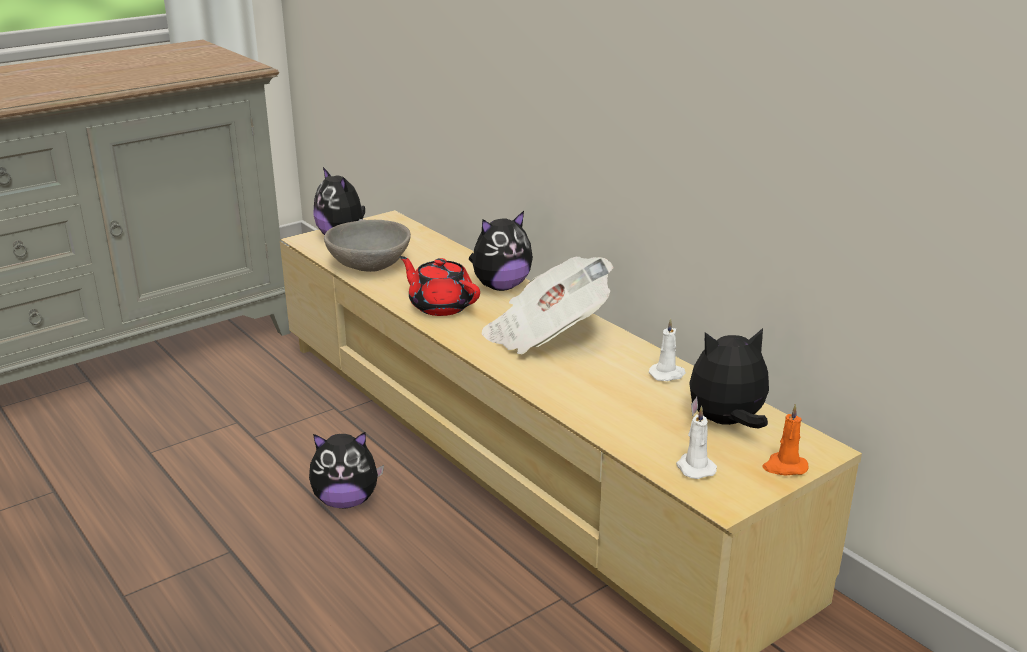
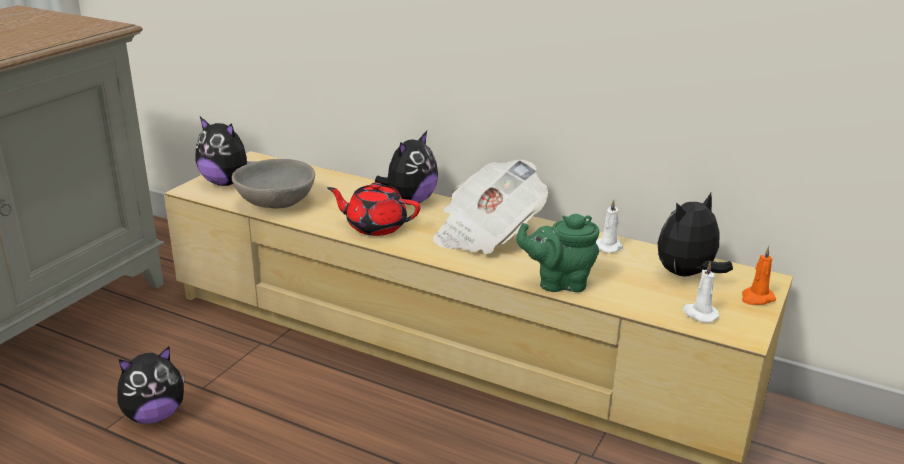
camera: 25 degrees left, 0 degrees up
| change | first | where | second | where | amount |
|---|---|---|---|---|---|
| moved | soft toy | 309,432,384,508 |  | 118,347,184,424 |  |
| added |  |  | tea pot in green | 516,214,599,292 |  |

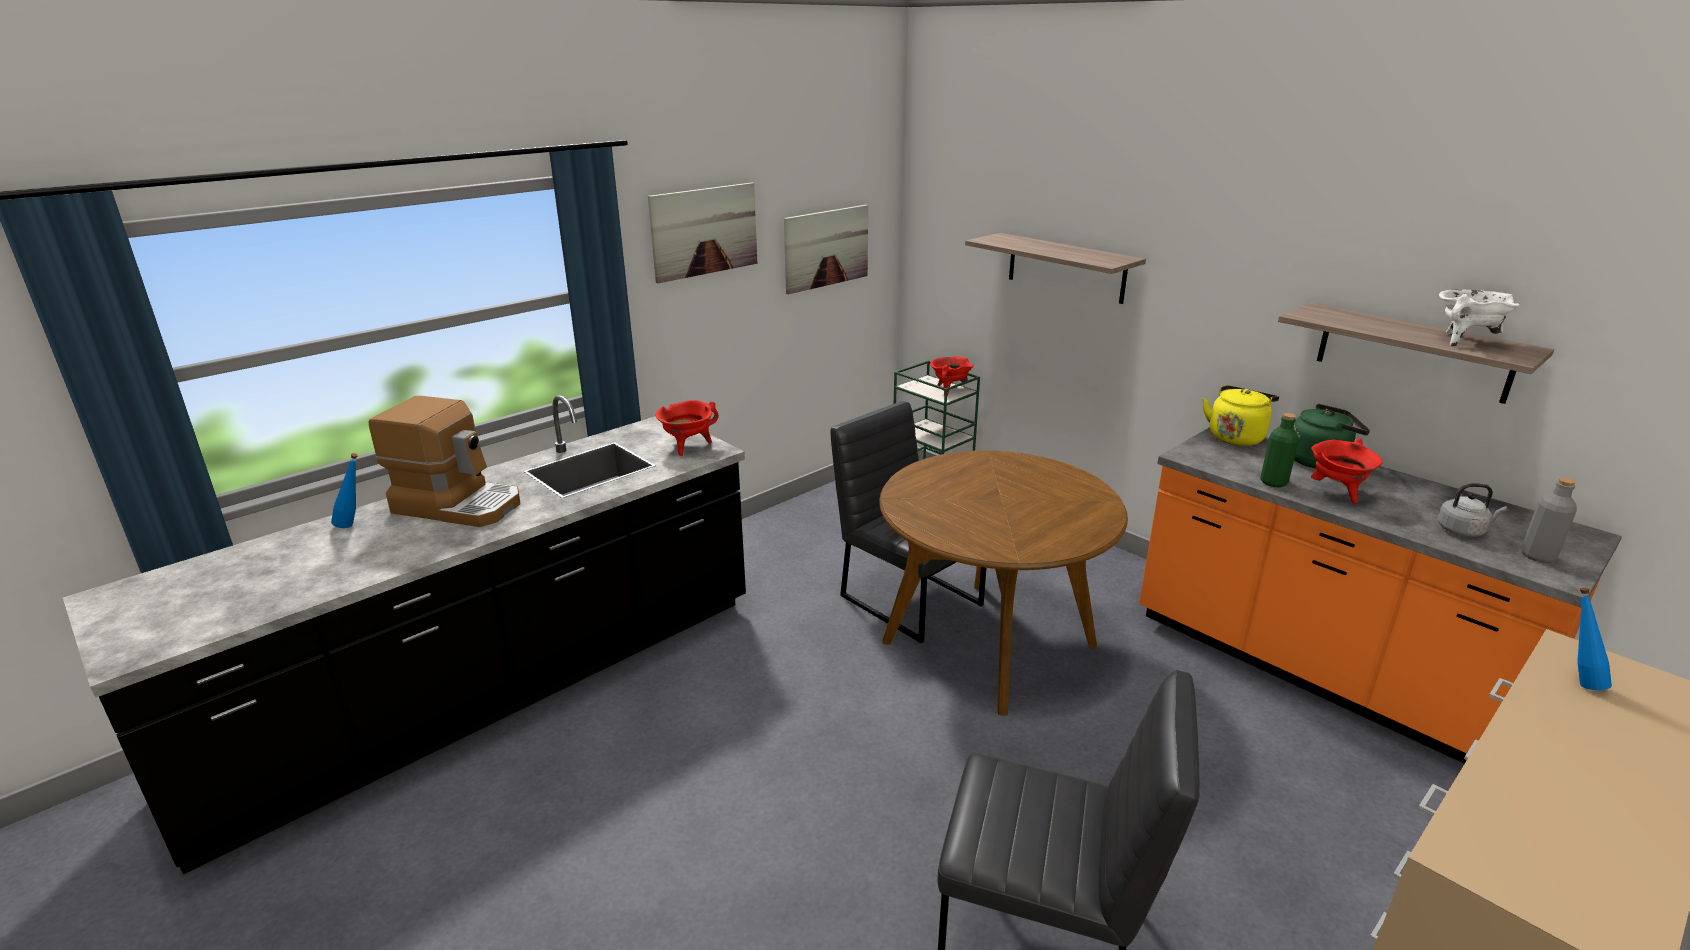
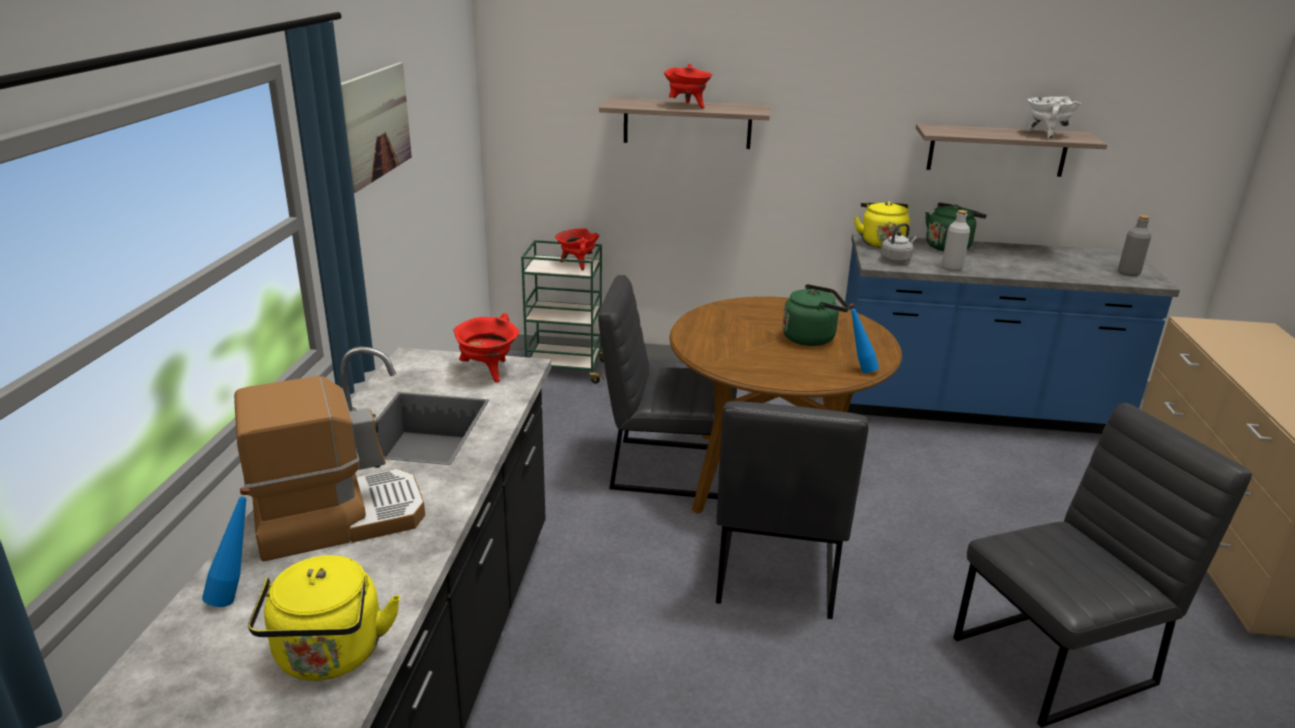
camera: 40 degrees left, 0 degrees up
| change | first | where | second | where | amount |
|---|---|---|---|---|---|
| removed | wall art | 784,205,868,294 |  |  |  |
| recoloured | kitchen base unit in orange | 1139,427,1622,764 | kitchen base unit in blue-coloured | 845,234,1180,434 |  |
| recoloured | bottle in green | 1260,413,1299,487 | bottle in gray | 942,210,970,271 |  |
| moved | saucepot in red-coloured | 1311,438,1383,504 |  | 664,64,712,109 |  |
| moved | water kettle in gray | 1438,483,1507,537 |  | 881,223,917,263 |  |
| moved | bottle in blue-coloured | 1577,588,1612,690 |  | 849,303,879,373 |  |
| added |  |  | water kettle in yellowish | 248,555,400,681 |  |
| added |  |  | plain chair in gray | 716,401,868,619 |  |
| added |  |  | water kettle in green | 782,284,849,346 |  |

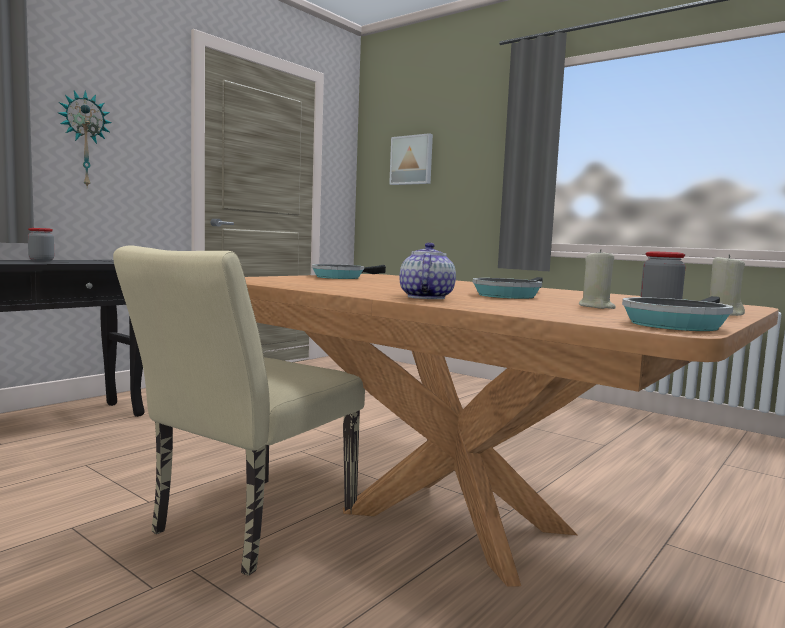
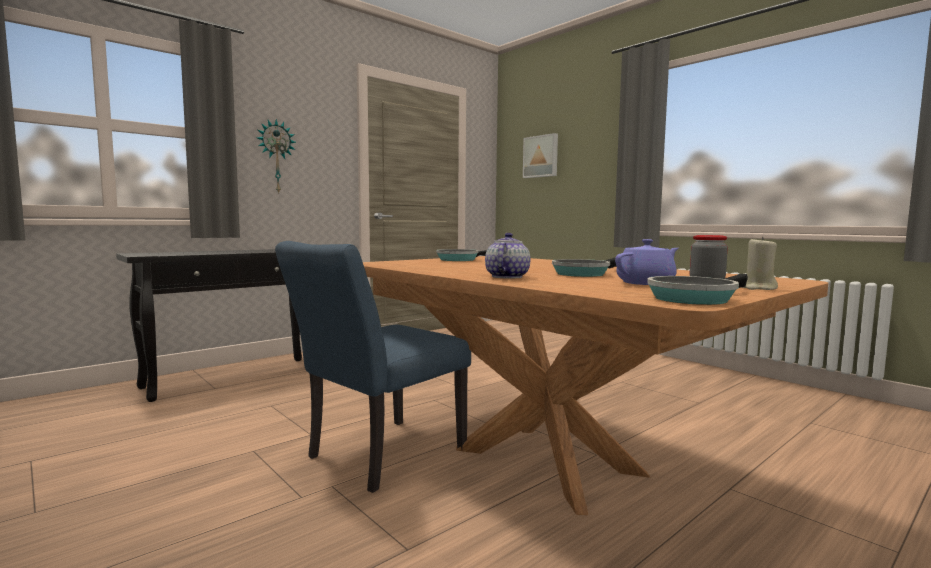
camera: 10 degrees right, 0 degrees up
| change | first | where | second | where | amount |
|---|---|---|---|---|---|
| removed | preserve jar | 28,228,54,262 |  |  |  |
| recoloured | plain chair in beige-coloured | 113,245,365,576 | plain chair in blue-coloured | 275,241,471,493 |  |
| replaced | wax light in beige-coloured | 579,249,616,309 | tea pot in purple | 615,239,678,285 |  |

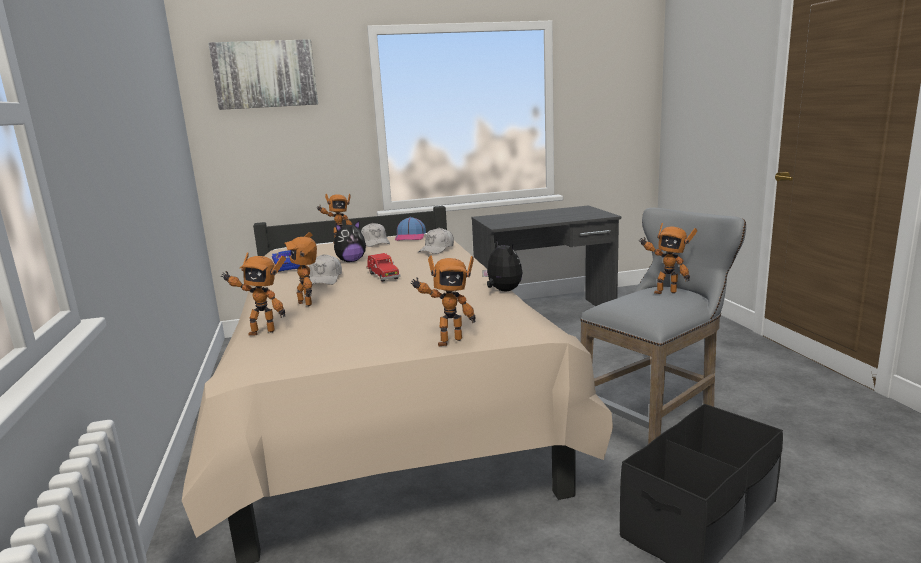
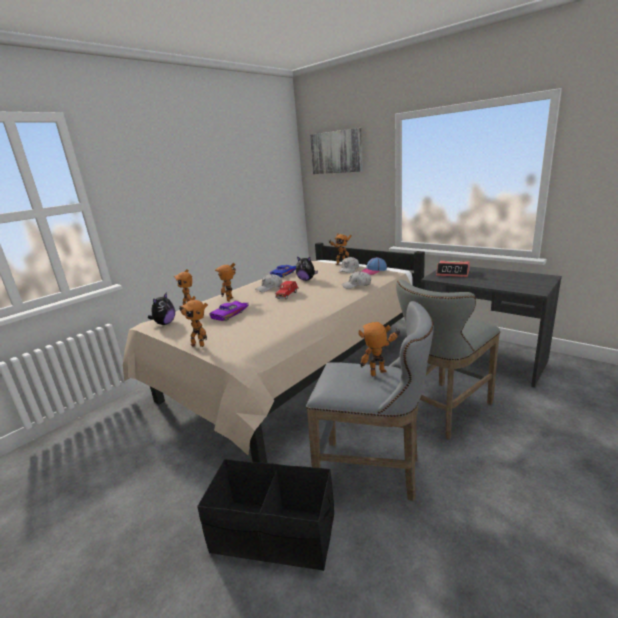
camera: 55 degrees right, 5 degrees up
| change | first | where | second | where | amount |
|---|---|---|---|---|---|
| moved | soft toy | 482,239,522,291 |  | 148,292,175,325 |  |
| turned | model robot | 639,223,697,294 |  | 358,322,401,377 | 90 degrees clockwise |
| added |  |  | model car in purple | 209,301,249,321 |  |
| added |  |  | stool in gray | 396,279,500,439 |  |
| added |  |  | table clock | 436,261,470,277 |  |

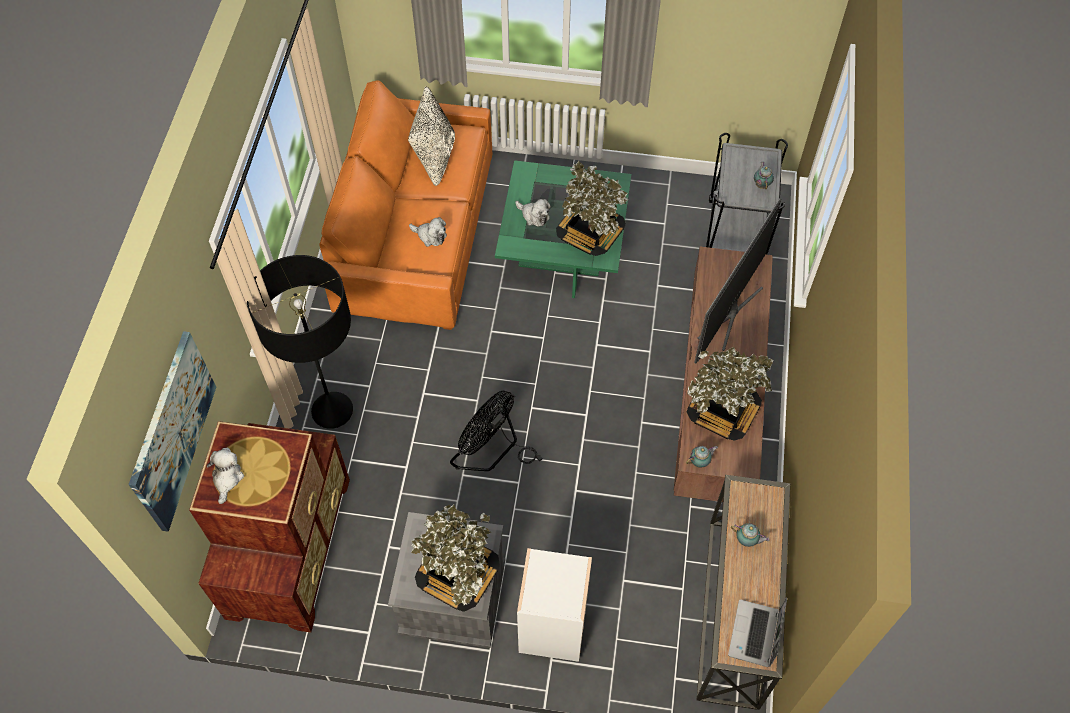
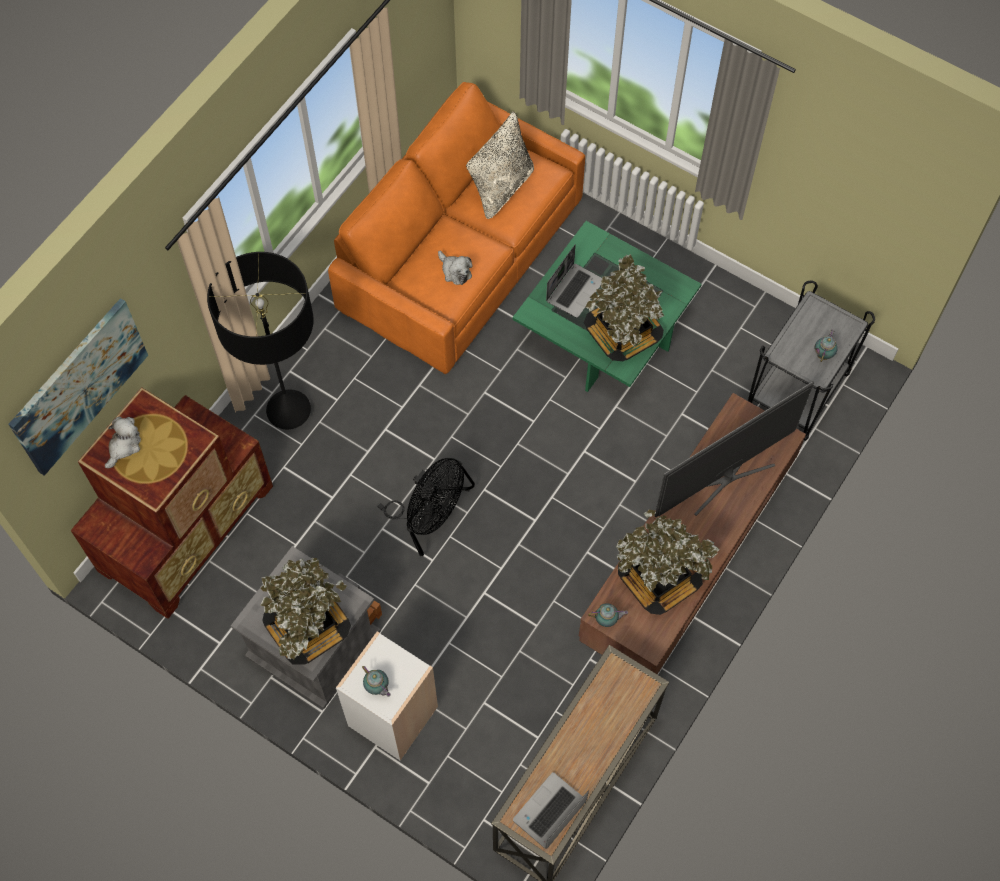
camera: 25 degrees right, 5 degrees up
| change | first | where | second | where | amount |
|---|---|---|---|---|---|
| turned | electric fan in blackish | 450,391,543,471 |  | 377,458,475,556 | 150 degrees clockwise |
| replaced | soft toy | 515,199,551,227 | portable computer | 546,245,602,318 |  |
| moved | tea pot | 731,523,769,547 |  | 362,666,391,697 |  |

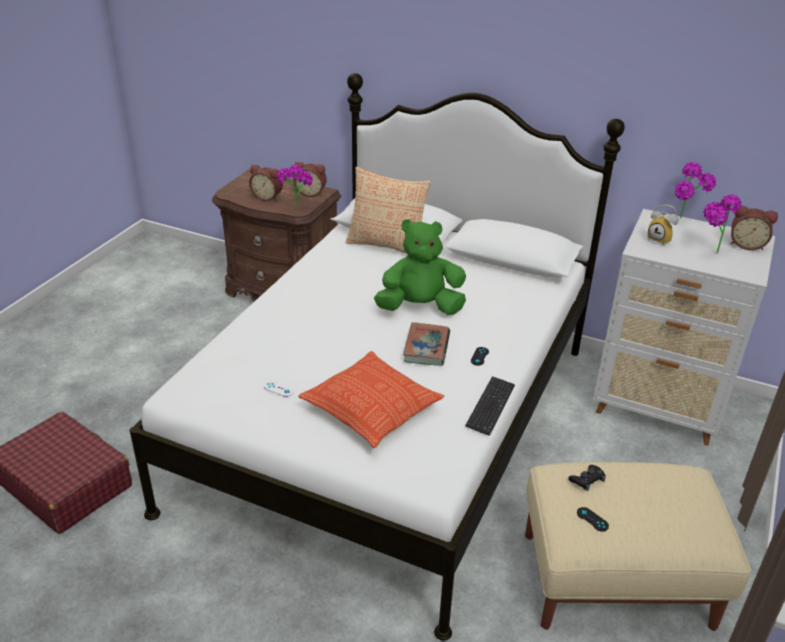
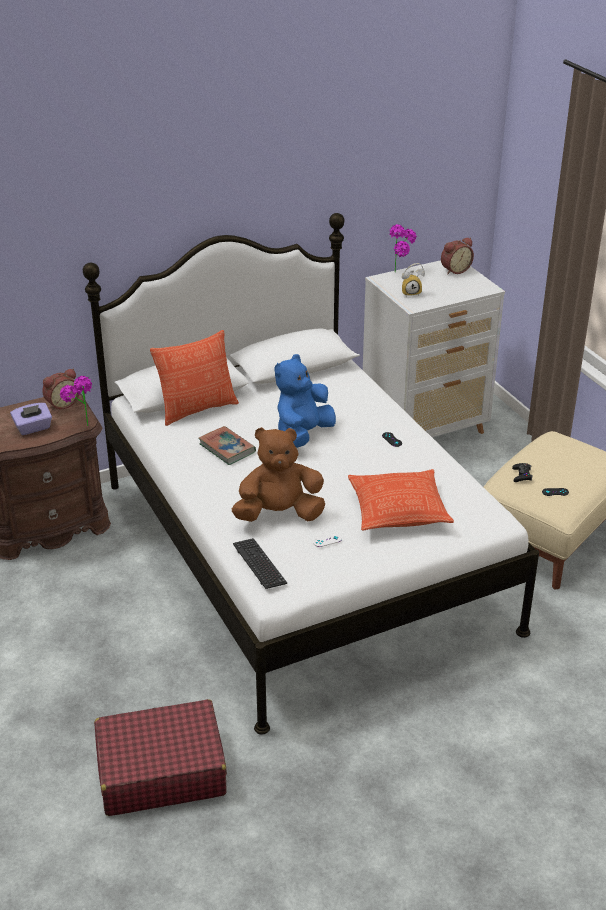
camera: 50 degrees left, 0 degrees up
| change | first | where | second | where | amount |
|---|---|---|---|---|---|
| replaced | table clock | 249,165,283,201 | tissue box in purple | 10,403,52,435 |  |
| recoloured | pillow in beige-coloured | 346,166,431,254 | pillow in orange | 150,330,239,426 |  |
| recoloured | soft toy in green | 374,219,466,315 | soft toy in blue-coloured | 274,354,336,448 |  |
| moved | bound book | 403,322,450,366 |  | 198,426,256,465 |  |
| moved | computer keyboard | 465,376,515,436 |  | 233,538,287,589 |  |
| removed | potted plant | 704,195,742,254 |  |  |  |
| added |  |  | soft toy in brown | 232,427,325,522 |  |

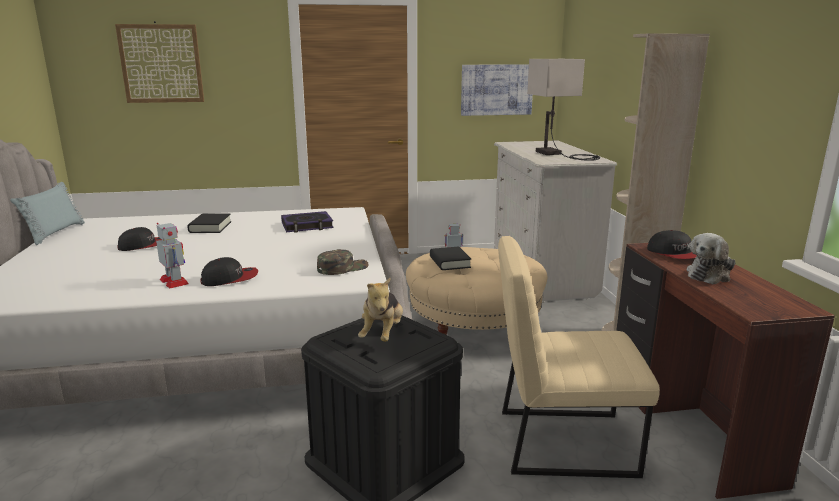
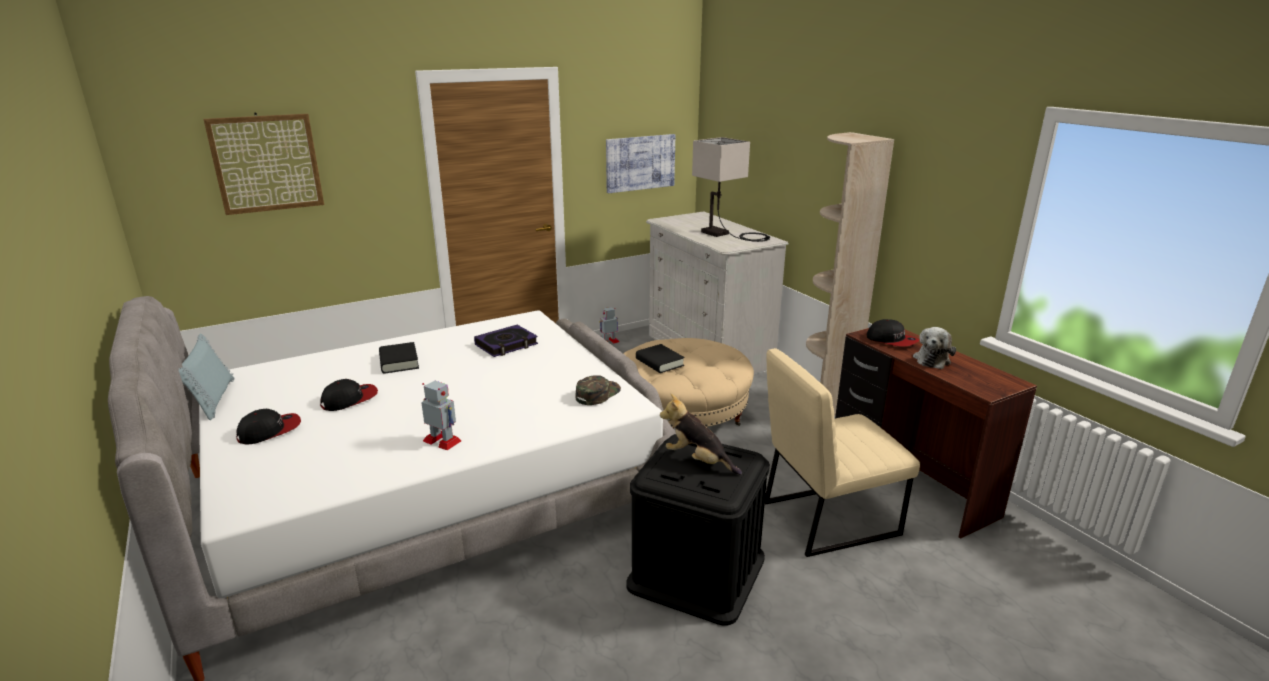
camera: 20 degrees left, 5 degrees up
| change | first | where | second | where | amount |
|---|---|---|---|---|---|
| moved | cap | 200,257,258,286 |  | 236,409,301,445 |  |
| turned | soft toy | 358,278,403,342 |  | 660,394,742,475 | 135 degrees clockwise |

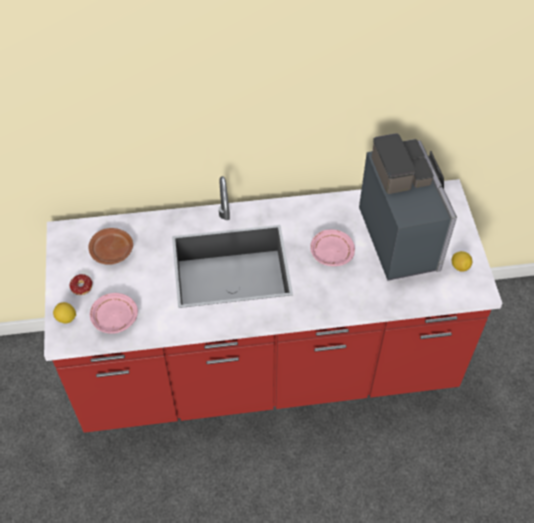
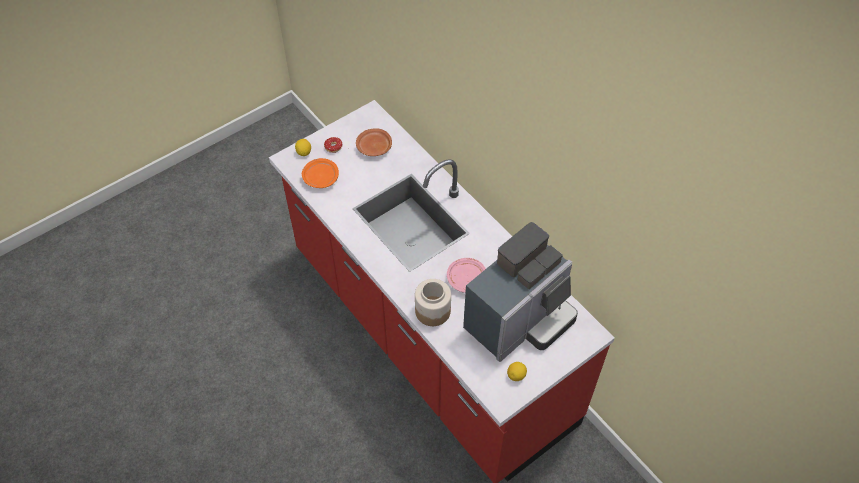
camera: 60 degrees right, 0 degrees up
| change | first | where | second | where | amount |
|---|---|---|---|---|---|
| recoloured | flat dish in pink | 90,293,138,334 | flat dish in orange | 302,158,339,188 |  |
| added |  |  | preserve jar | 415,279,451,326 |  |

